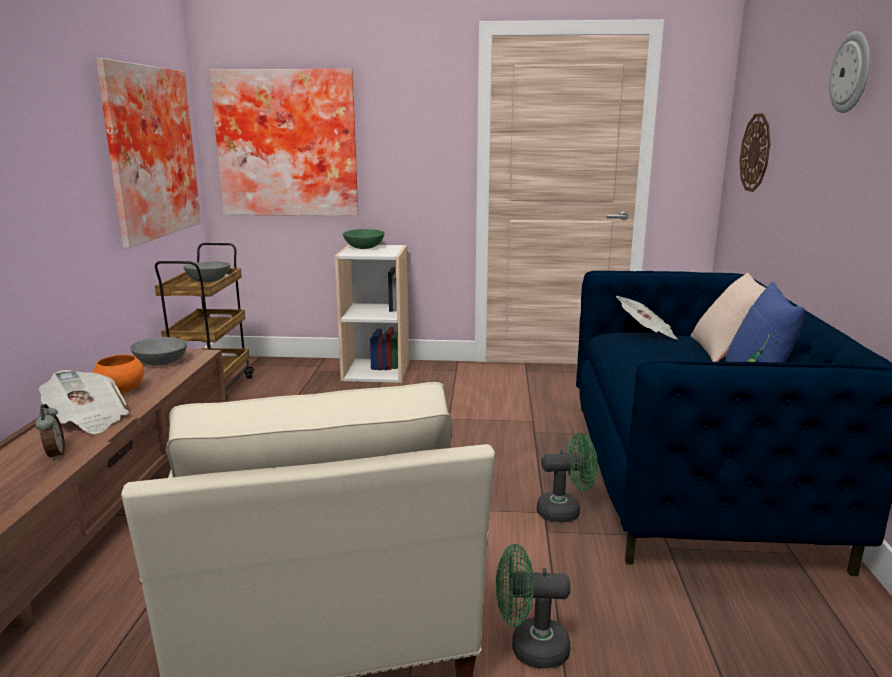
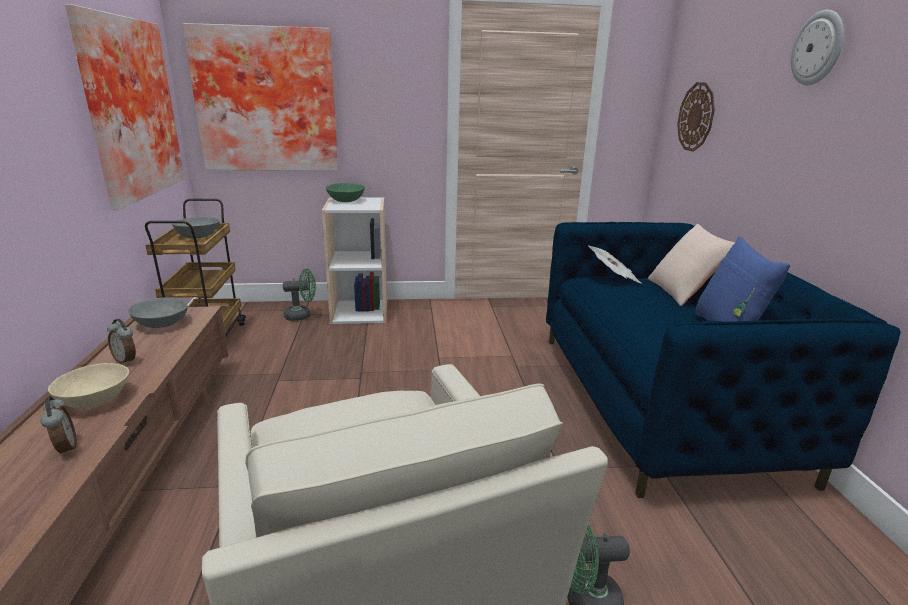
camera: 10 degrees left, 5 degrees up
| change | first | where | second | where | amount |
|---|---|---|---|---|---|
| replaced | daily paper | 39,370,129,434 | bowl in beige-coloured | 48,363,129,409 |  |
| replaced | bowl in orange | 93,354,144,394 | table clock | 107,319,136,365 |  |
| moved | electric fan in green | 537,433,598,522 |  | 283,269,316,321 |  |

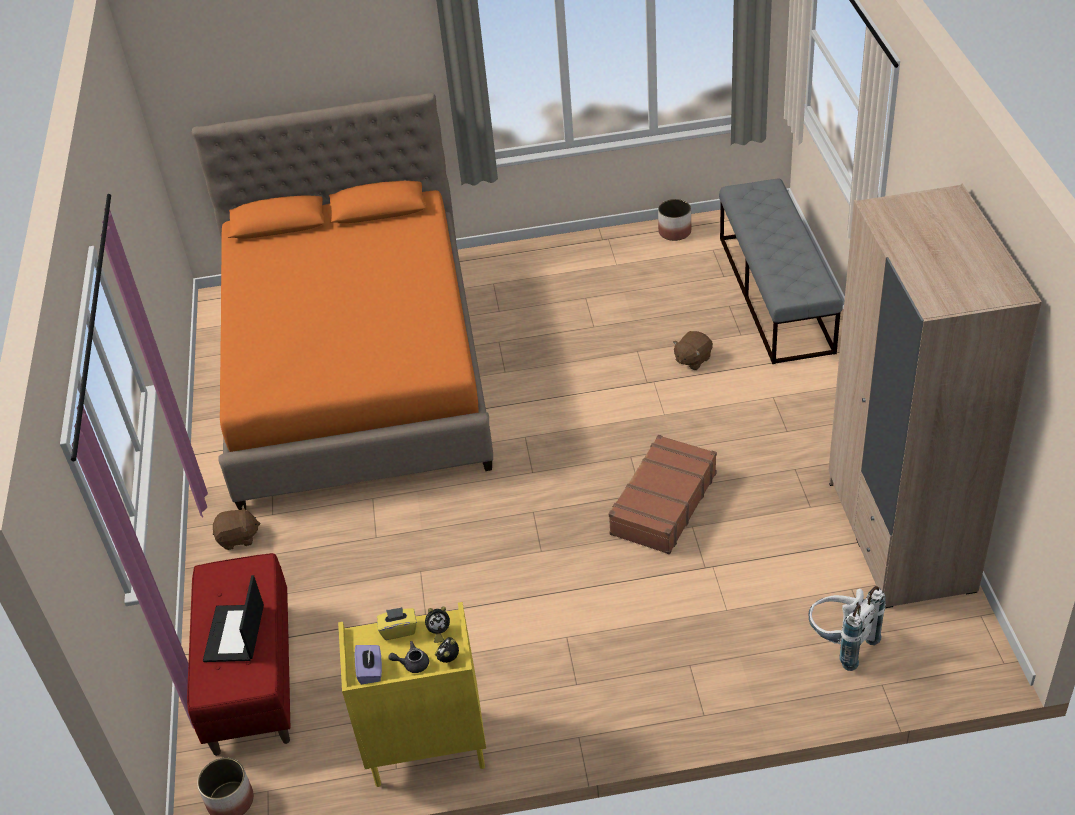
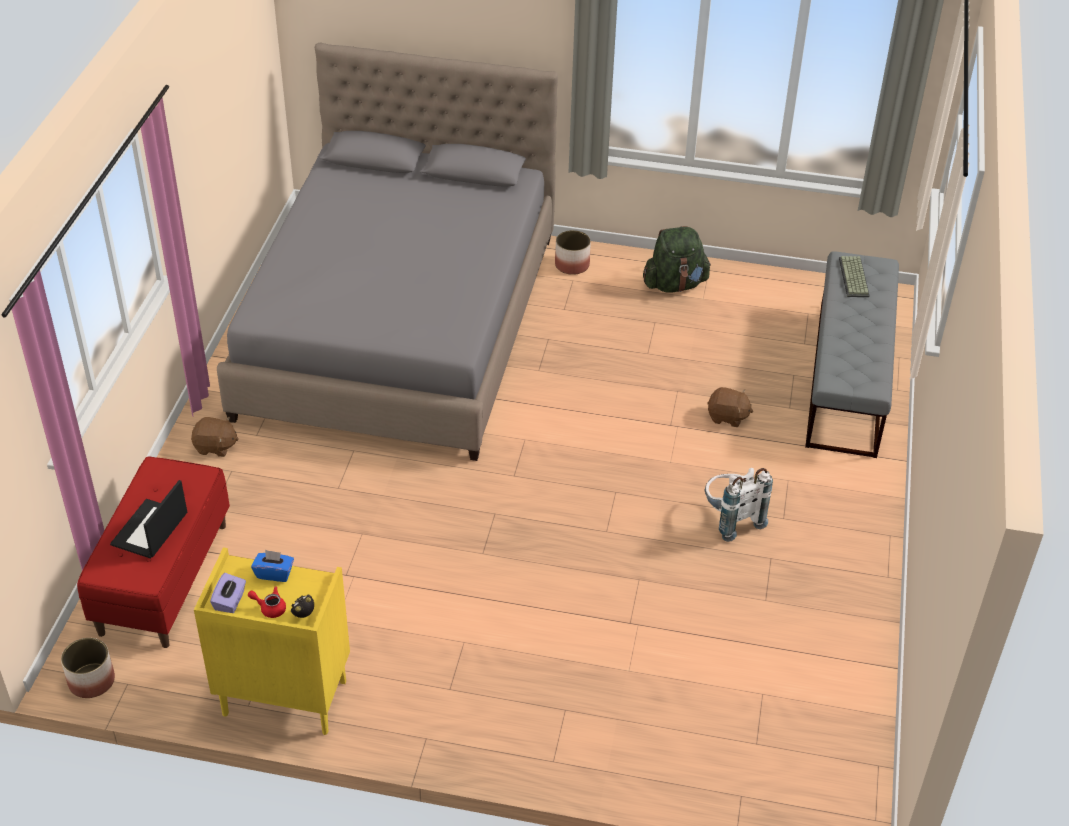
camera: 15 degrees right, 0 degrees up
| change | first | where | second | where | amount |
|---|---|---|---|---|---|
| recoloured | bedroom bed in orange | 192,92,493,510 | bedroom bed in gray | 217,43,558,461 |  |
| recoloured | tissue box in yellowish | 377,607,417,640 | tissue box in blue-coloured | 251,550,294,582 |  |
| recoloured | tea pot in gray | 388,641,429,673 | tea pot in red-coloured | 248,586,286,618 |  |
| removed | table clock | 425,607,450,643 |  |  |  |
| removed | piece of luggage in brown | 609,435,717,554 |  |  |  |
| moved | flower pot | 658,199,691,241 |  | 555,230,591,275 |  |
| turned | soft toy in brown | 673,331,713,370 |  | 707,387,753,427 | 135 degrees counterclockwise |
| moved | rucksack in white | 809,586,886,671 |  | 705,468,773,542 |  |
| removed | wardrobe in beige-coloured | 828,184,1042,608 |  |  |  |
| added |  |  | rucksack in green | 643,226,711,293 |  |
| added |  |  | computer keyboard | 839,256,870,297 |  |

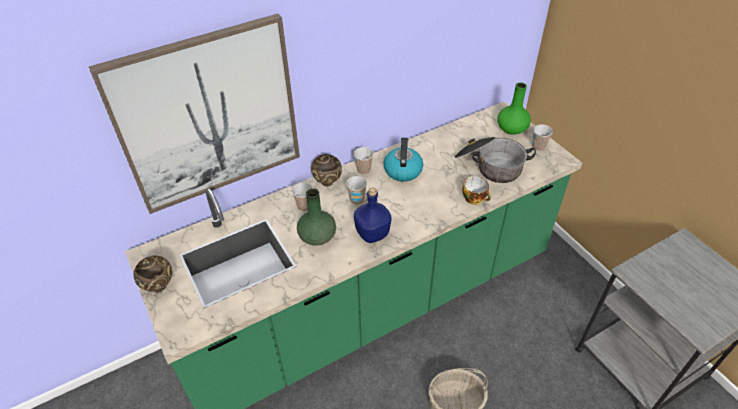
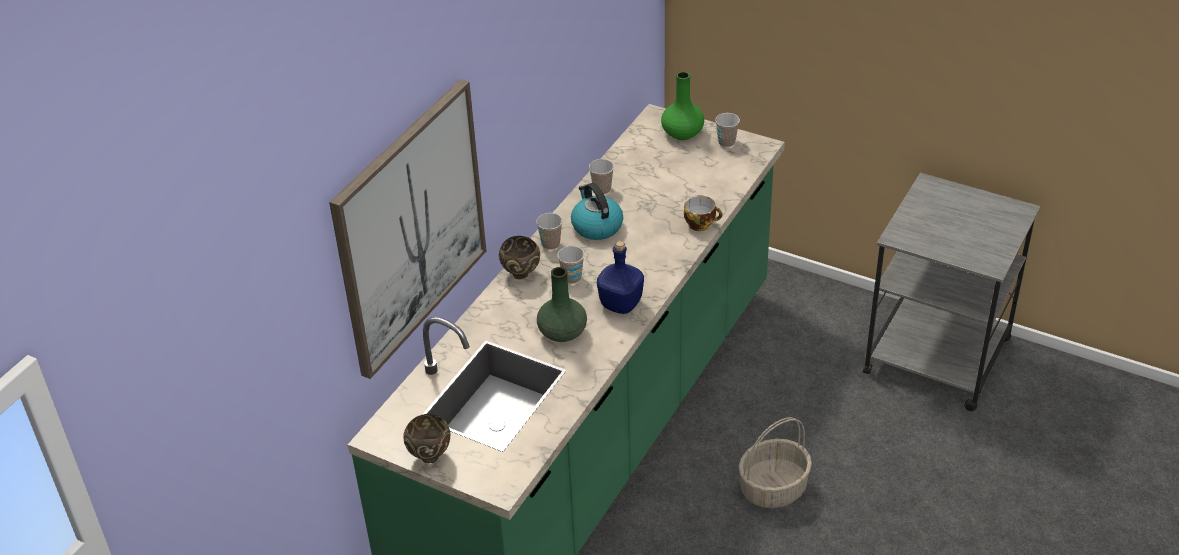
camera: 30 degrees left, 5 degrees down
| change | first | where | second | where | amount |
|---|---|---|---|---|---|
| moved | small cup | 292,182,313,211 |  | 589,159,614,194 |  |
| removed | saucepot | 455,137,536,183 |  |  |  |

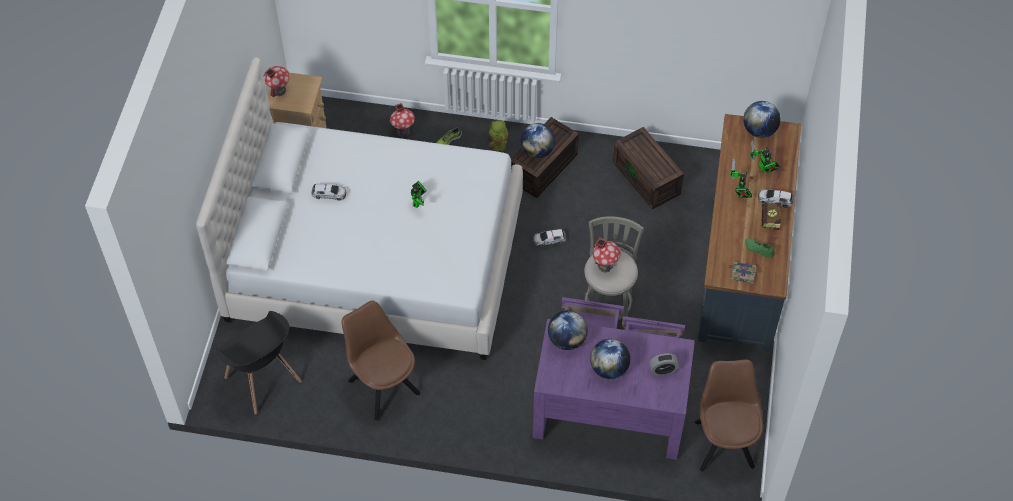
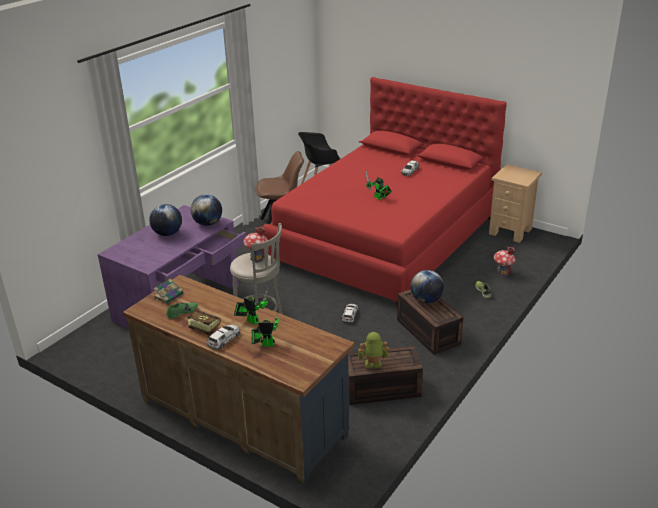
camera: 115 degrees right, 25 degrees down
| change | first | where | second | where | amount |
|---|---|---|---|---|---|
| recoloured | bedroom bed in white | 196,57,523,360 | bedroom bed in red-coloured | 263,77,507,305 |  |
| removed | toy house | 264,66,290,98 |  |  |  |
| moved | model robot | 488,120,508,152 |  | 358,332,389,368 |  |
| removed | table clock | 649,353,679,376 |  |  |  |
| removed | plain chair in brown | 694,360,763,472 |  |  |  |
| removed | globe | 743,101,781,138 |  |  |  |

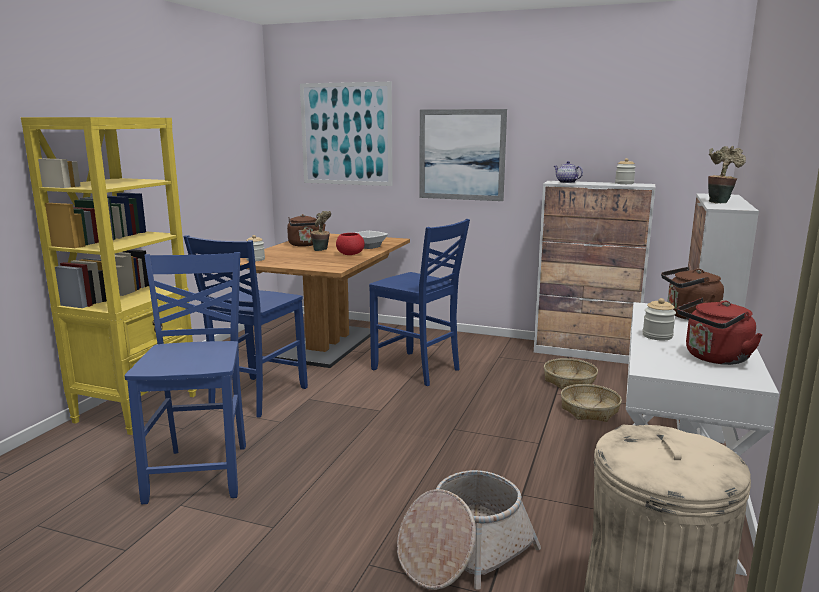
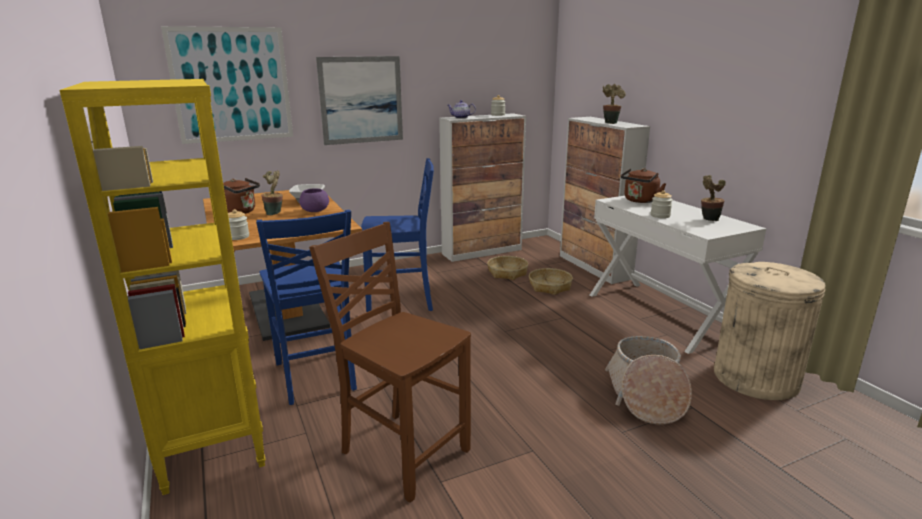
camera: 45 degrees left, 5 degrees up
| change | first | where | second | where | amount |
|---|---|---|---|---|---|
| recoloured | plain chair in blue-coloured | 125,252,246,504 | plain chair in brown | 309,222,471,503 |  |
| recoloured | bowl in red-coloured | 336,233,365,255 | bowl in purple | 299,188,329,212 |  |
| replaced | water kettle in red-coloured | 677,298,763,365 | potted plant | 701,175,726,221 |  |

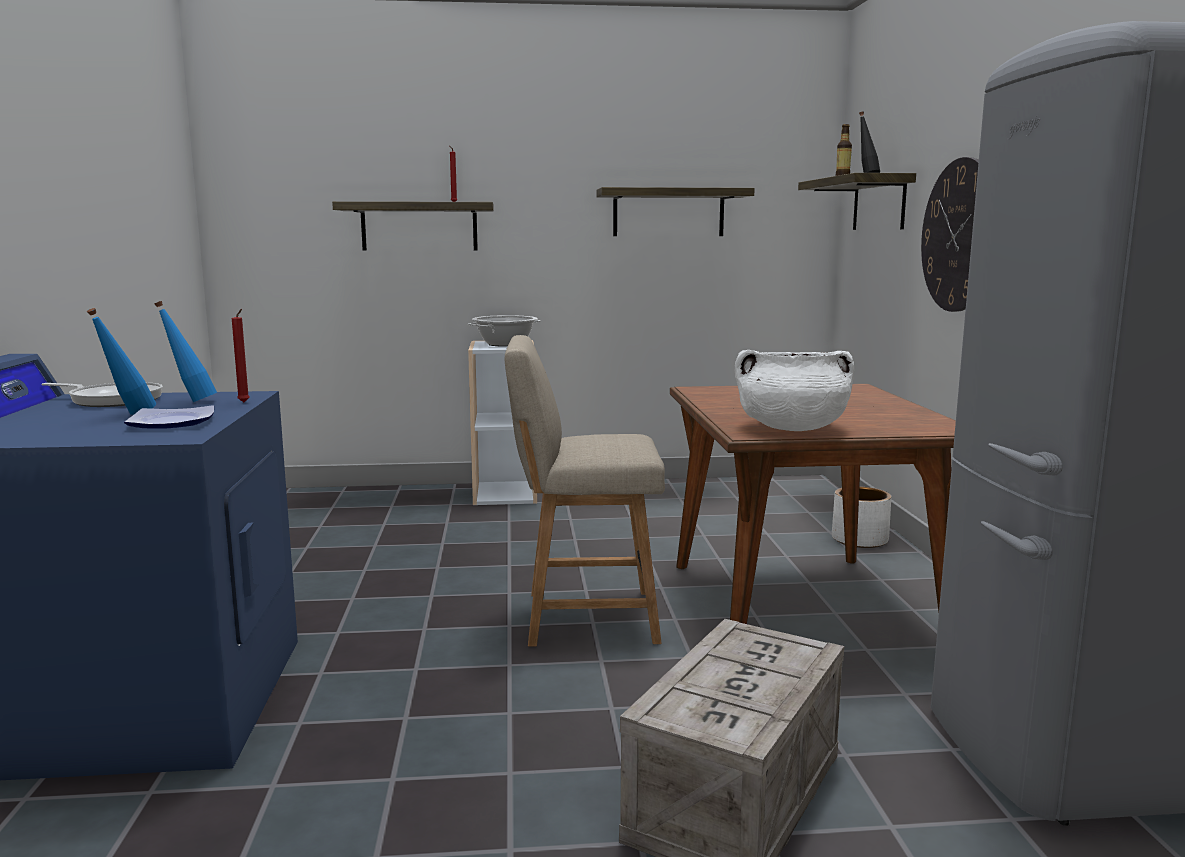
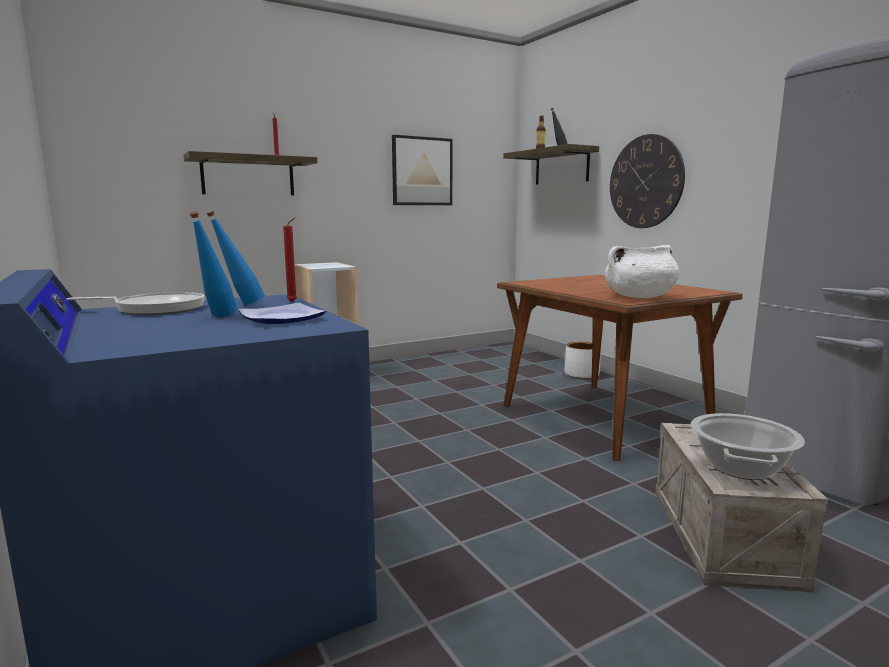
camera: 25 degrees left, 0 degrees up
| change | first | where | second | where | amount |
|---|---|---|---|---|---|
| moved | saucepot | 468,315,541,346 |  | 691,413,805,480 |  |
| removed | plain chair in beige-coloured | 505,335,665,647 |  |  |  |
| replaced | bracket shelf | 596,187,755,236 | wall art | 392,135,452,205 |  |

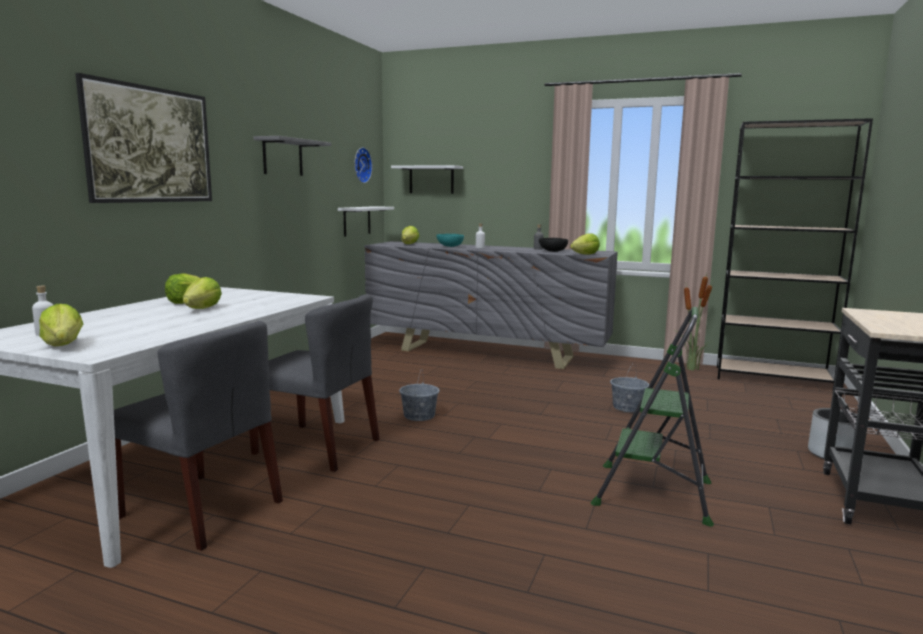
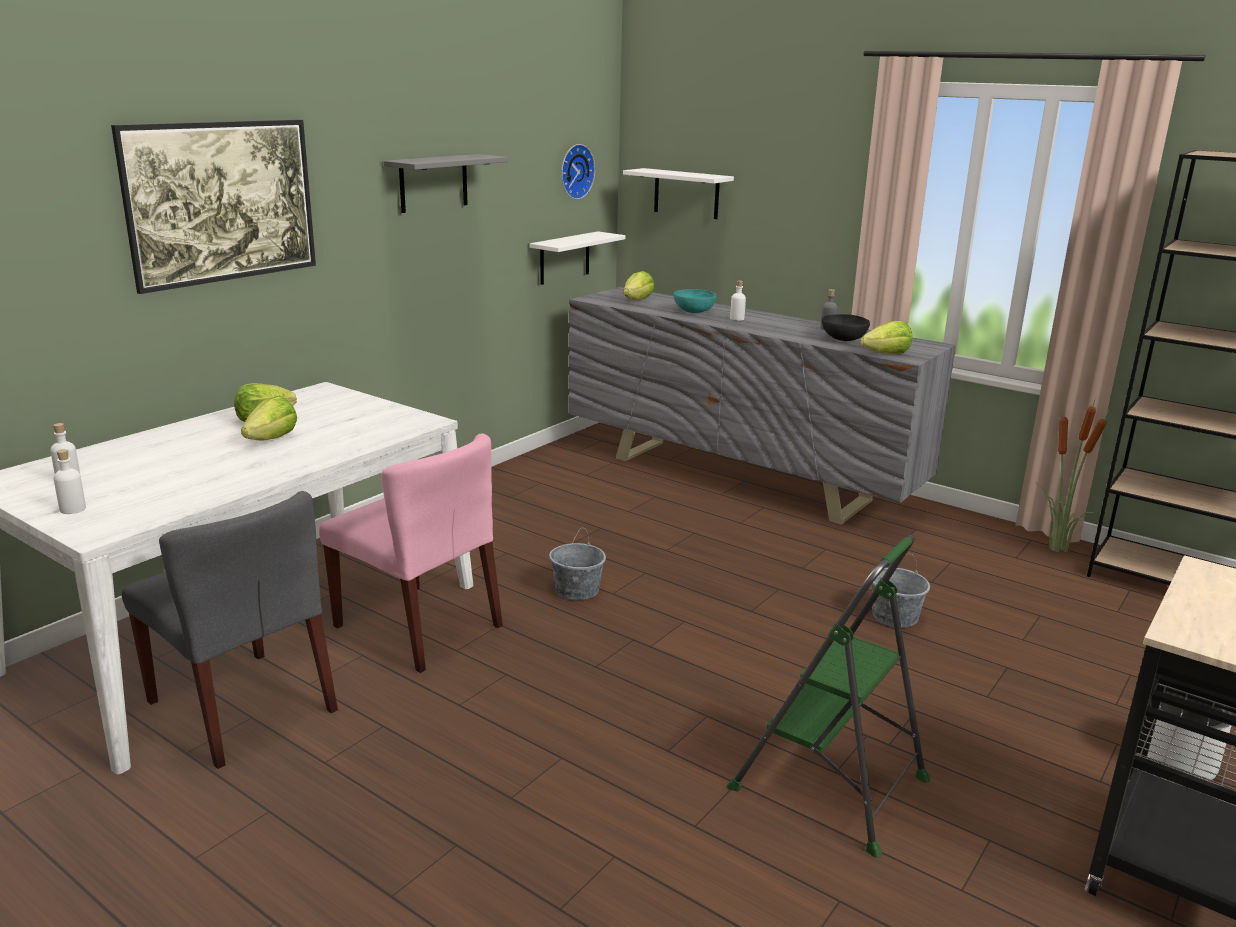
camera: 15 degrees right, 10 degrees up
| change | first | where | second | where | amount |
|---|---|---|---|---|---|
| replaced | lettuce head | 39,304,83,347 | bottle in white | 54,449,86,514 |  |
| recoloured | plain chair in gray | 249,294,379,472 | plain chair in pink | 319,433,503,673 |  |

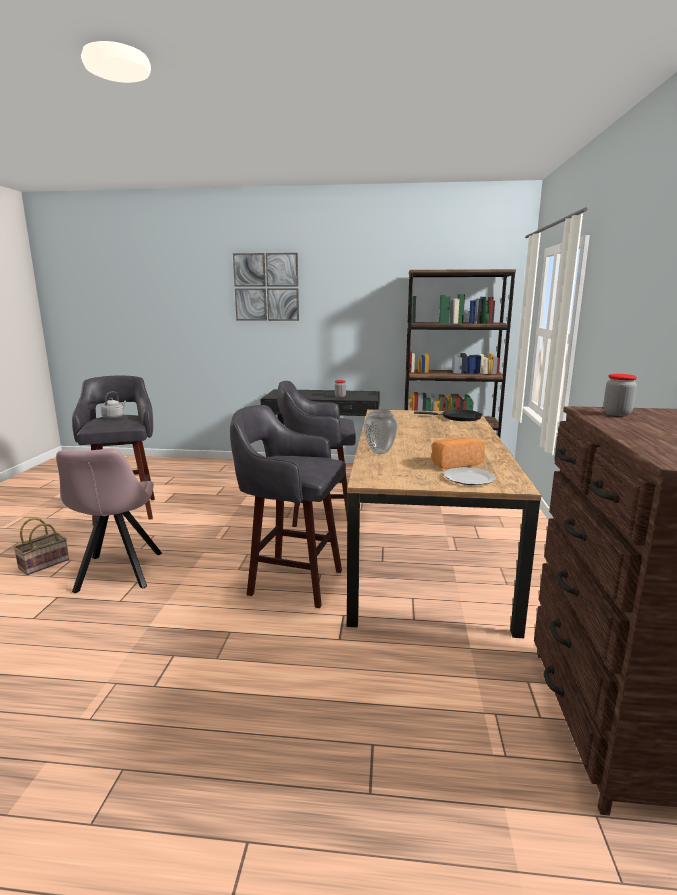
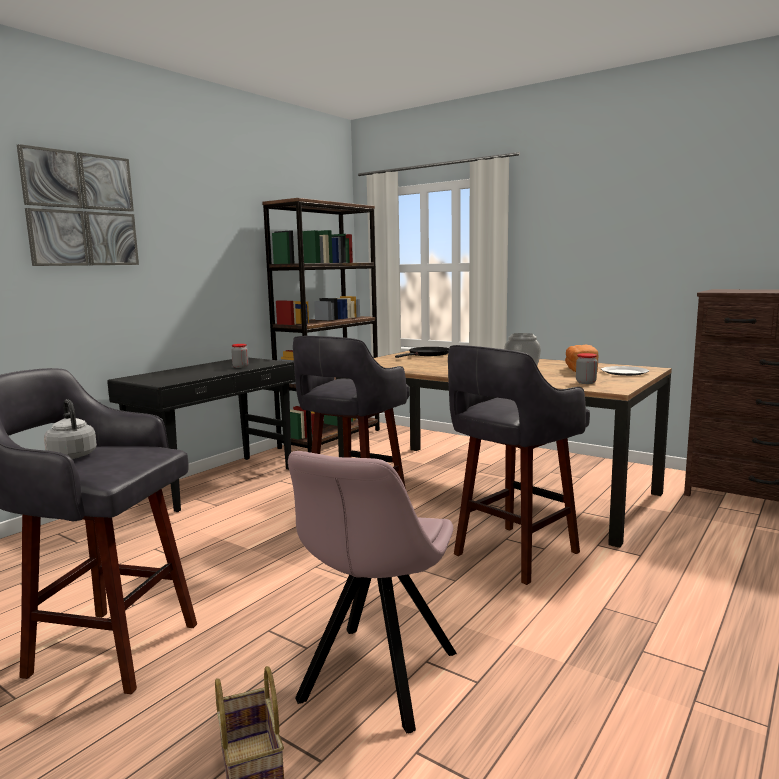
camera: 60 degrees left, 5 degrees down
| change | first | where | second | where | amount |
|---|---|---|---|---|---|
| turned | plain chair in pink | 56,449,162,593 |  | 288,451,457,733 | 90 degrees clockwise |
| moved | preserve jar | 603,374,637,416 |  | 576,353,597,384 |  |

